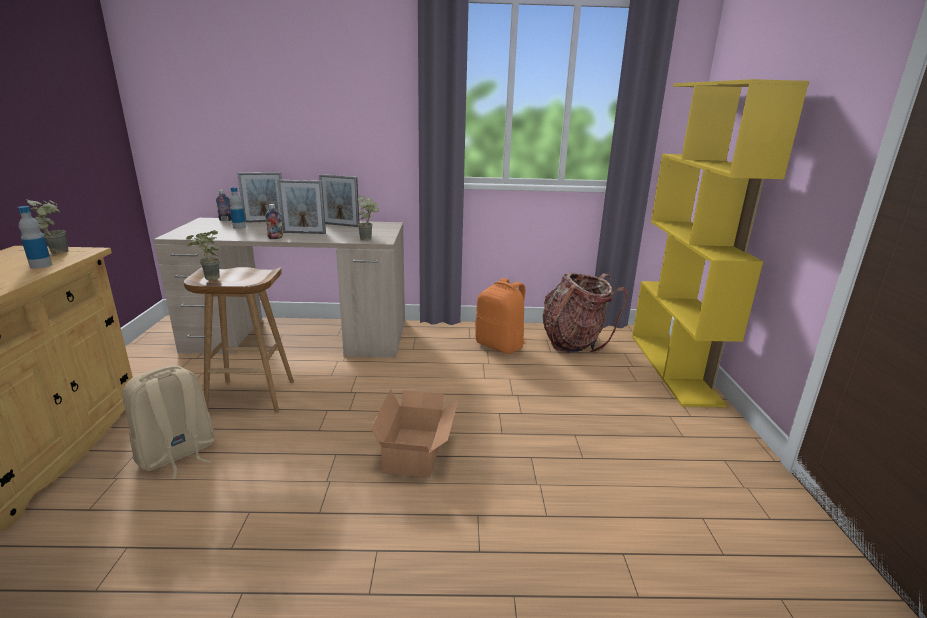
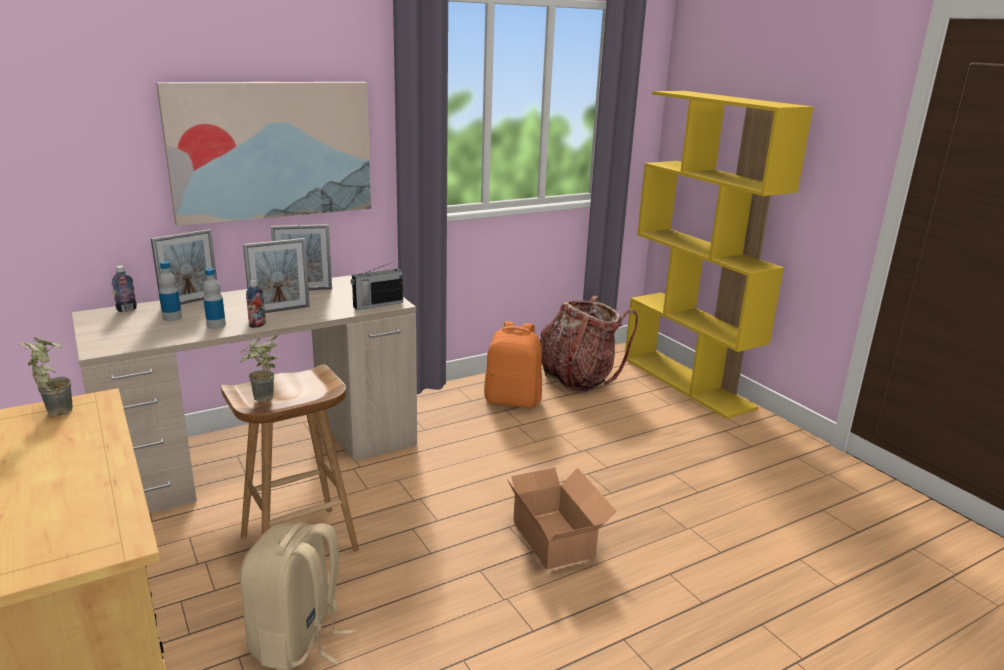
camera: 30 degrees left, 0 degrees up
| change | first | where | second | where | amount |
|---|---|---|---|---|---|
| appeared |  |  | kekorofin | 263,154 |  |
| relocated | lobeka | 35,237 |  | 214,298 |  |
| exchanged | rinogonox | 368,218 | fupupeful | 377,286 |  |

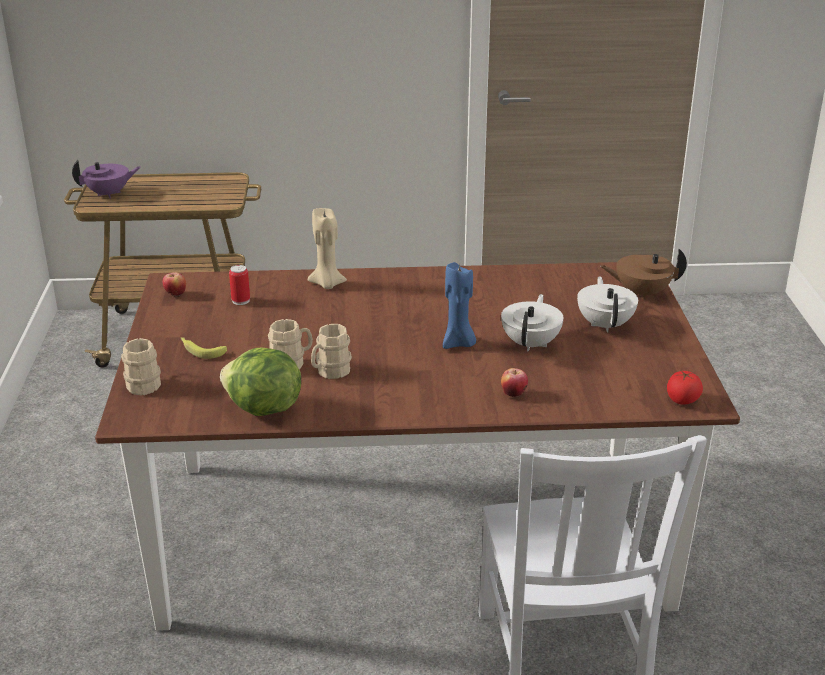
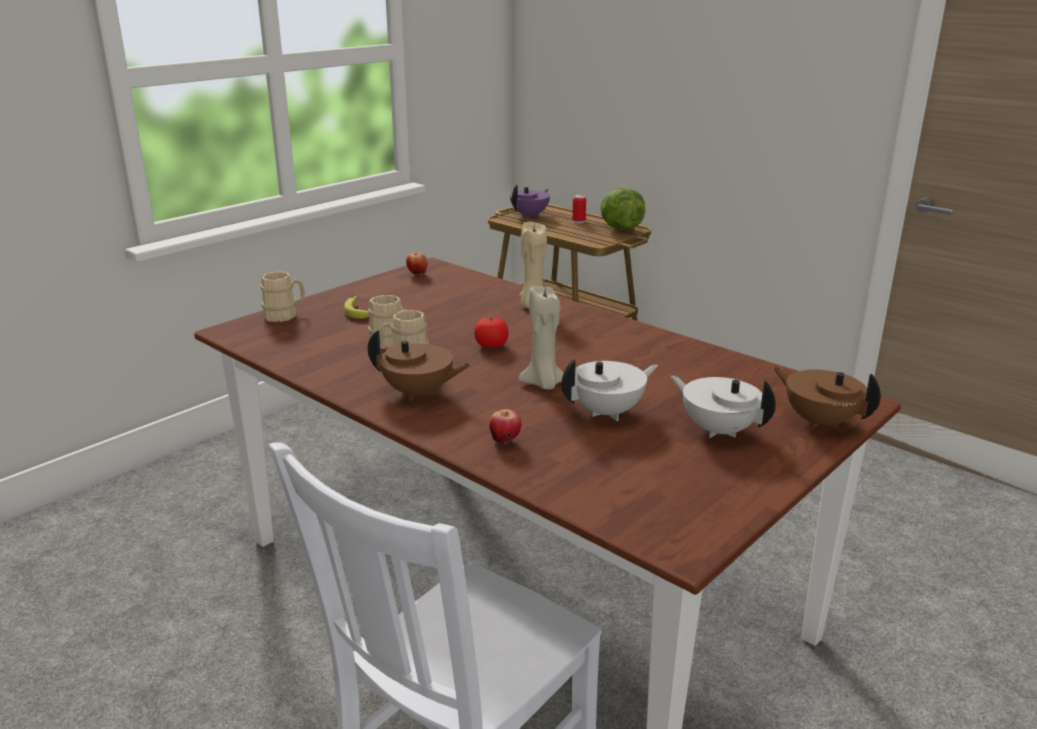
camera: 45 degrees right, 5 degrees down
| change | first | where | second | where | amount |
|---|---|---|---|---|---|
| appeared |  |  | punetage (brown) | 419,366 |  |
| relocated | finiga | 685,387 |  | 491,332 |  |
| spun | punetage (purple) | 106,179 |  | 530,201 | 75 degrees counterclockwise |
| colour | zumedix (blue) | 459,305 | zumedix (beige) | 541,338 |  |
| relocated | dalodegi | 239,285 |  | 579,209 |  |
| relocated | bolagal | 260,381 |  | 622,208 |  |
| spun | punetage (white) | 607,304 |  | 723,406 | 90 degrees counterclockwise |

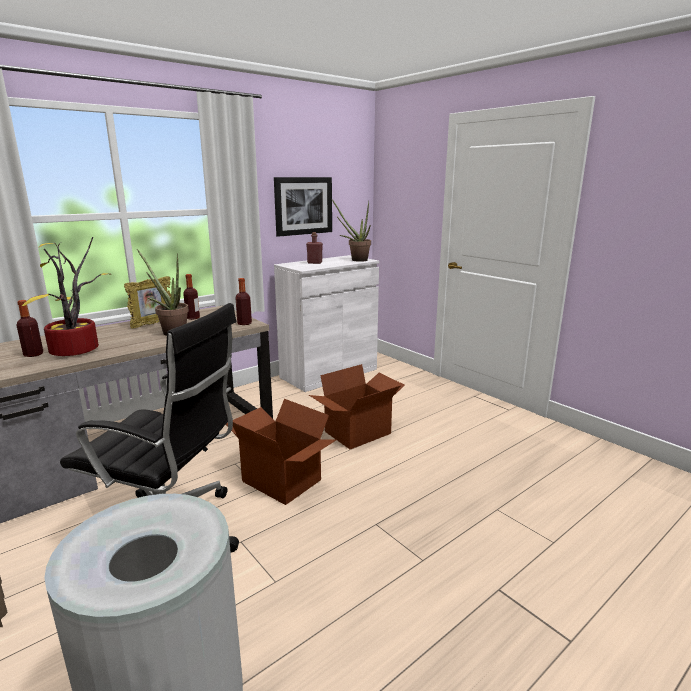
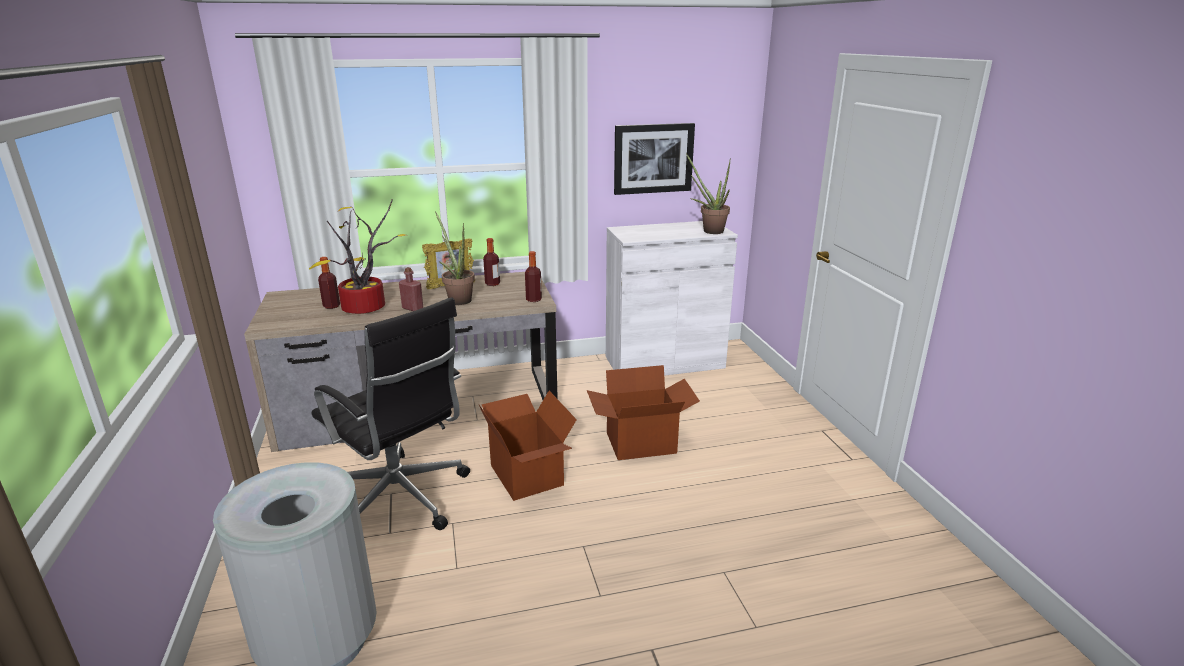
camera: 25 degrees right, 5 degrees up
| change | first | where | second | where | amount |
|---|---|---|---|---|---|
| relocated | lobeka (red) | 314,248 |  | 411,289 |  |

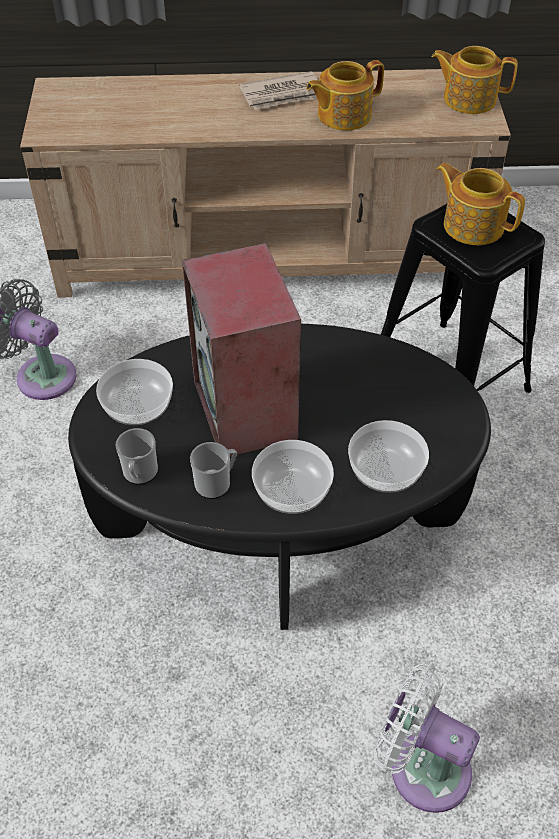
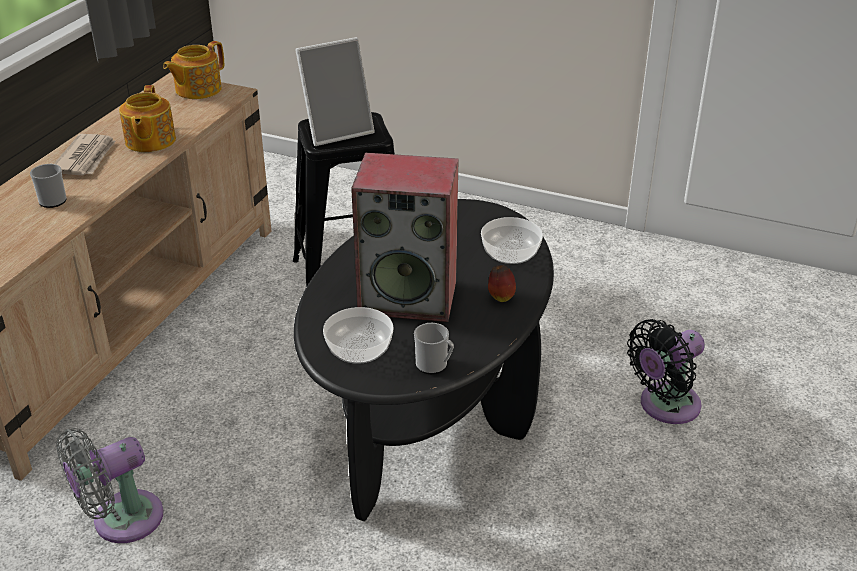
camera: 65 degrees left, 15 degrees down
| change | first | where | second | where | amount |
|---|---|---|---|---|---|
| relocated | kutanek | 213,470 |  | 48,186 |  |
| exchanged | punetage | 480,204 | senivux | 335,91 |  |
| exchanged | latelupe | 293,477 | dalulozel | 502,283 |  |
| colour | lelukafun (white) | 427,738 | lelukafun (black) | 666,371 |  |

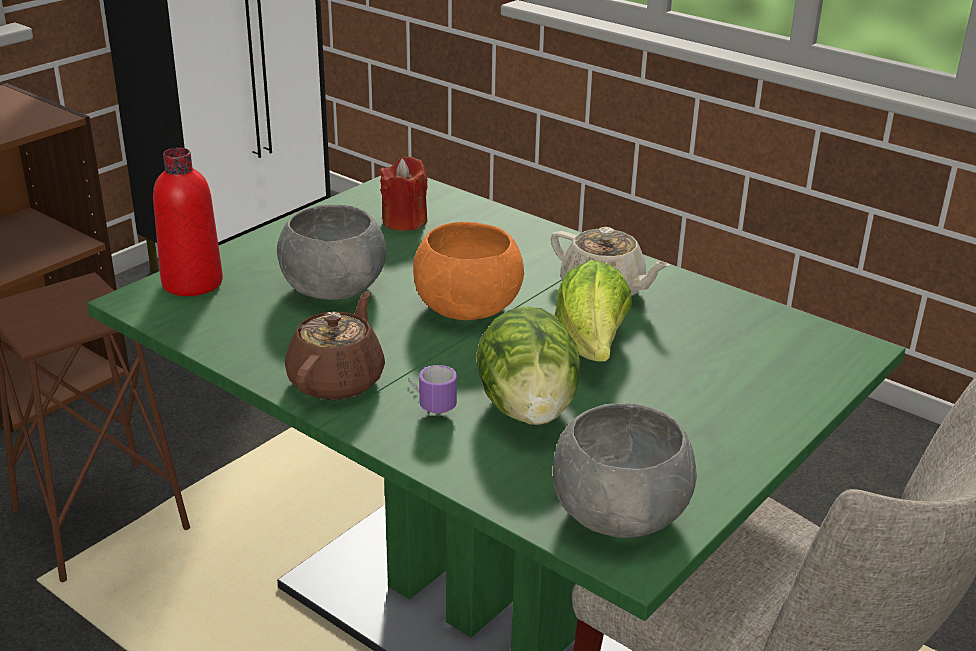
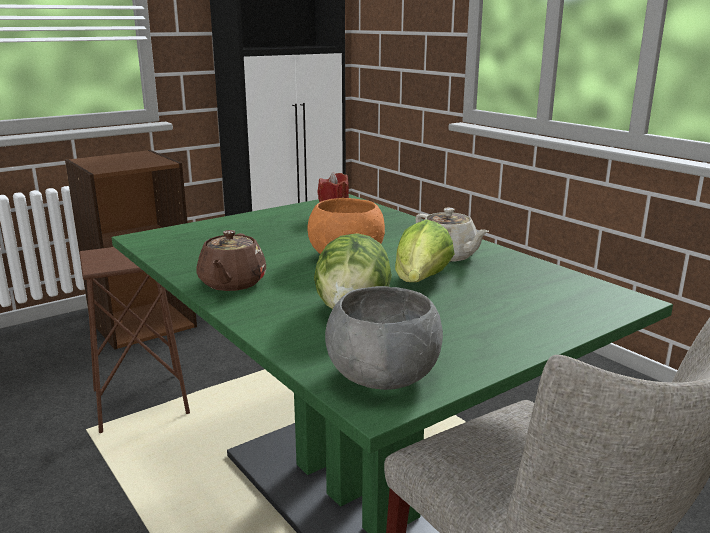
camera: 15 degrees right, 10 degrees down
| change | first | where | second | where | amount |
|---|---|---|---|---|---|
| spun | punetage (brown) | 335,345 |  | 231,260 | 150 degrees clockwise |
| missing | lobeka (red) | 188,222 |  |  |  |
| missing | latelupe (grey) | 331,252 |  |  |  |
| missing | kutanek | 432,389 |  |  |  |

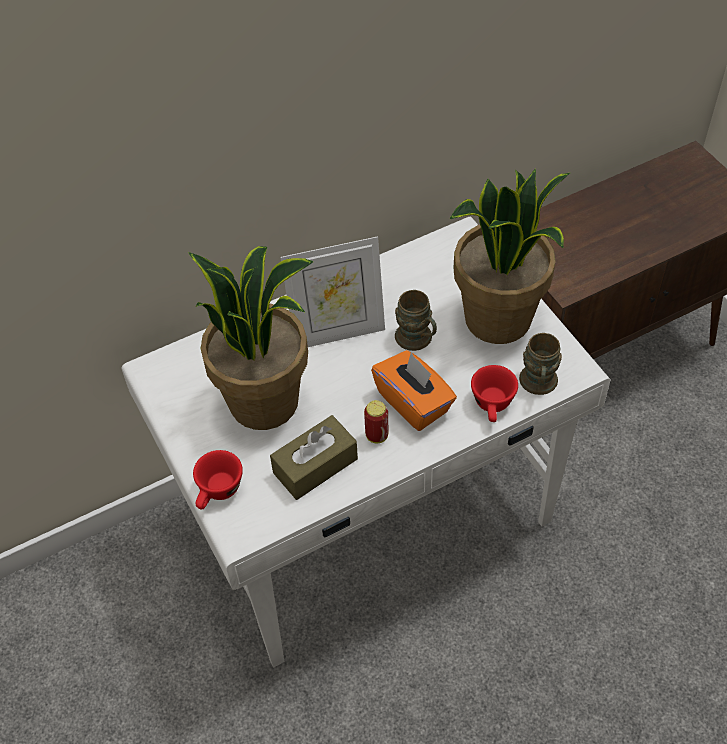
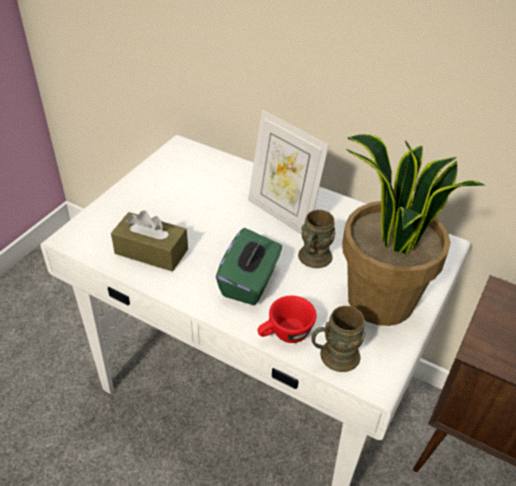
camera: 55 degrees right, 10 degrees down
| change | first | where | second | where | amount |
|---|---|---|---|---|---|
| colour | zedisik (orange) | 414,390 | zedisik (green) | 249,266 |  |
| missing | rinogonox | 250,338 |  |  |  |
| missing | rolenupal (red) | 218,480 |  |  |  |
| missing | dalodegi | 376,421 |  |  |  |

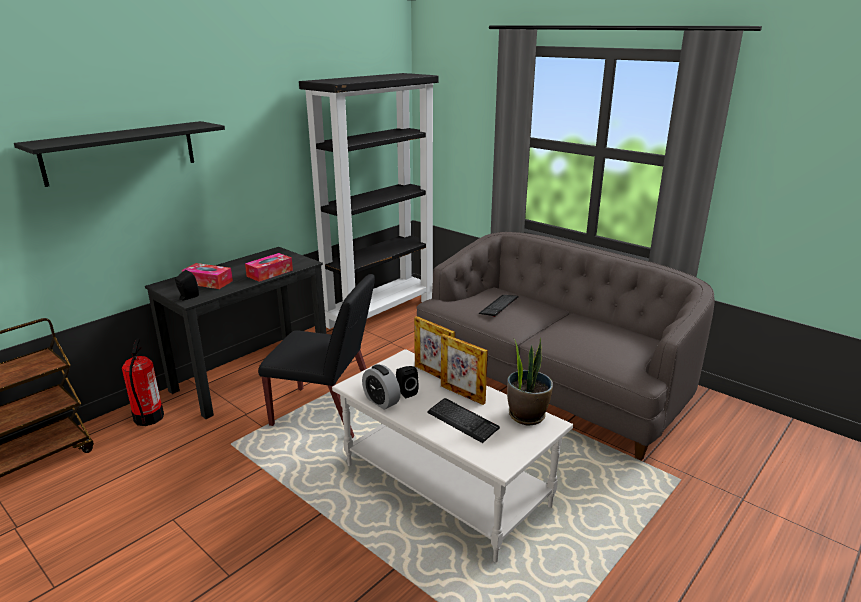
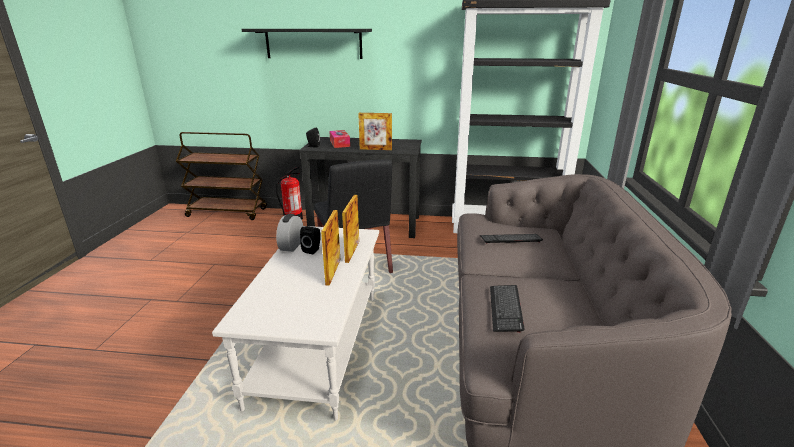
camera: 55 degrees right, 0 degrees up
| change | first | where | second | where | amount |
|---|---|---|---|---|---|
| exchanged | zedisik | 269,267 | senivux | 375,131 |  |
| relocated | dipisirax | 463,420 |  | 507,308 |  |
| missing | rinogonox | 530,381 |  |  |  |

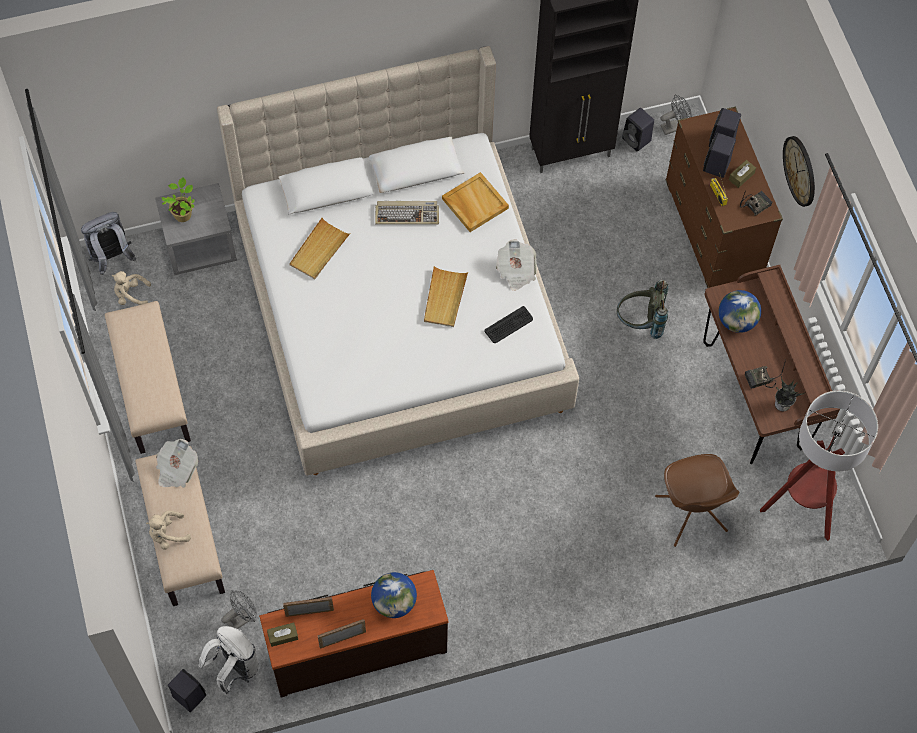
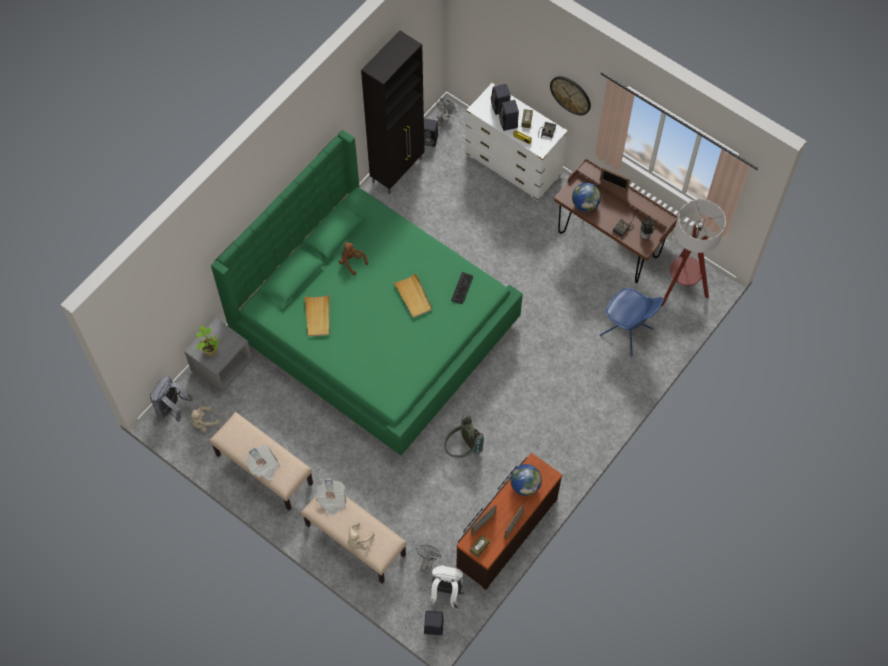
camera: 35 degrees left, 0 degrees up
| change | first | where | second | where | amount |
|---|---|---|---|---|---|
| colour | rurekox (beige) | 398,261 | rurekox (green) | 367,292 |  |
| relocated | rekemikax | 516,265 |  | 263,463 |  |
| exchanged | dipisirax | 407,213 | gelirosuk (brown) | 353,258 |  |
| relocated | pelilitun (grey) | 642,309 |  | 464,436 |  |
| colour | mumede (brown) | 724,197 | mumede (white) | 516,142 |  |
| appeared |  |  | senivux | 615,179 |  |
| colour | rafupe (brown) | 697,500 | rafupe (blue) | 632,322 |  |
| missing | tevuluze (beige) | 475,202 |  |  |  |

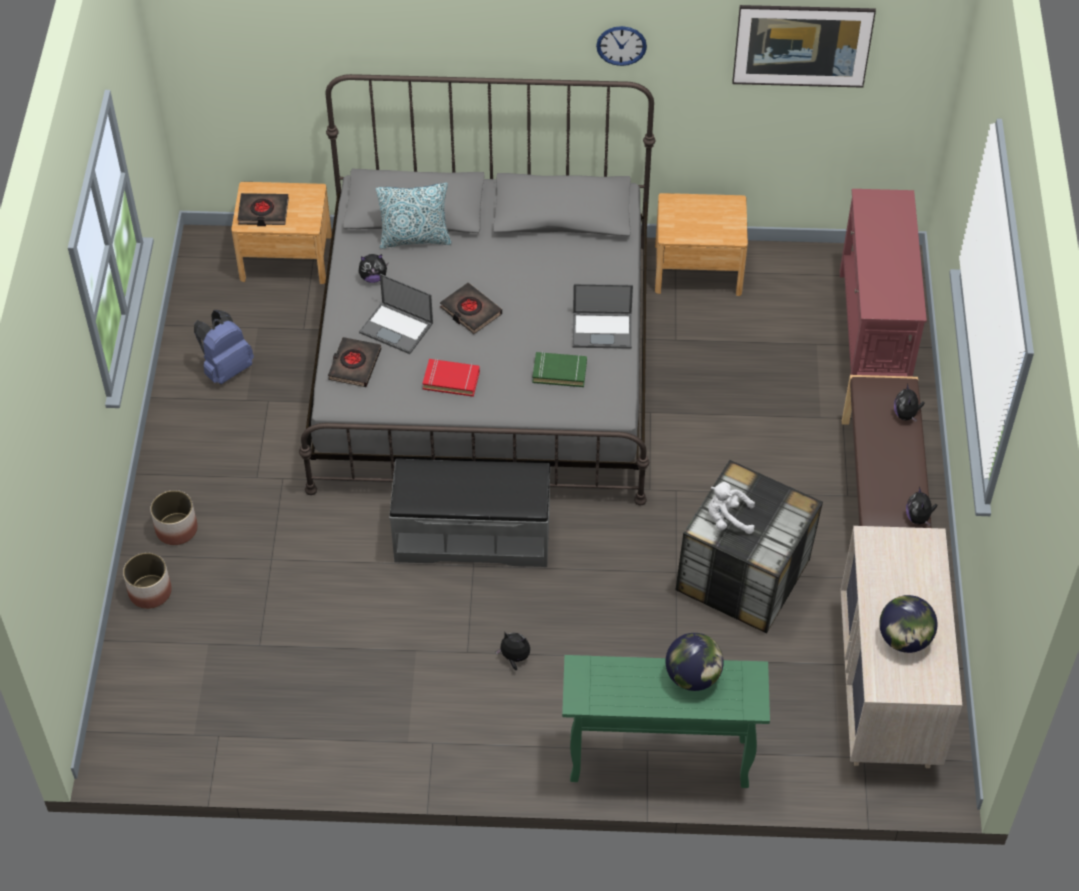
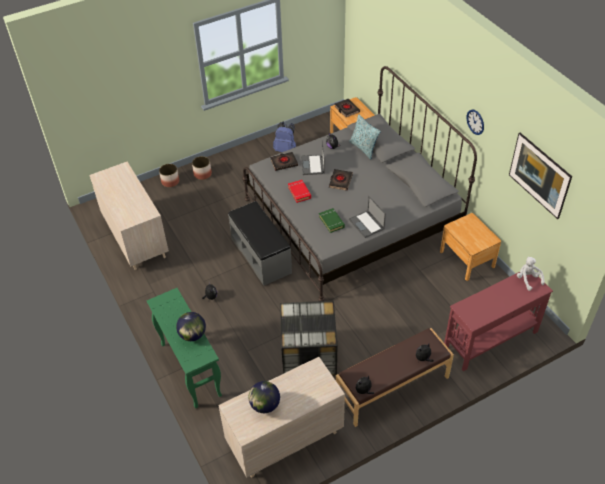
camera: 60 degrees right, 5 degrees down
| change | first | where | second | where | amount |
|---|---|---|---|---|---|
| appeared |  |  | mumede (beige) | 129,216 |  |
| relocated | gelirosuk (white) | 731,508 |  | 531,274 |  |

